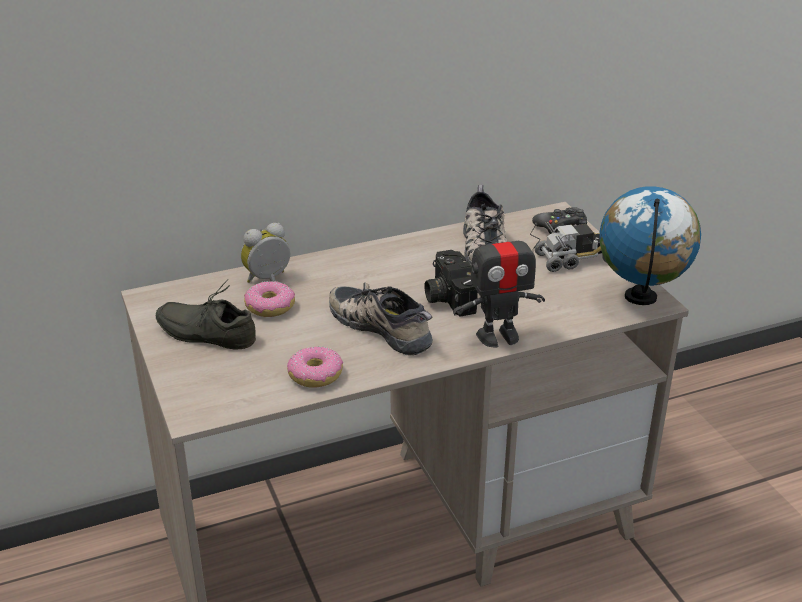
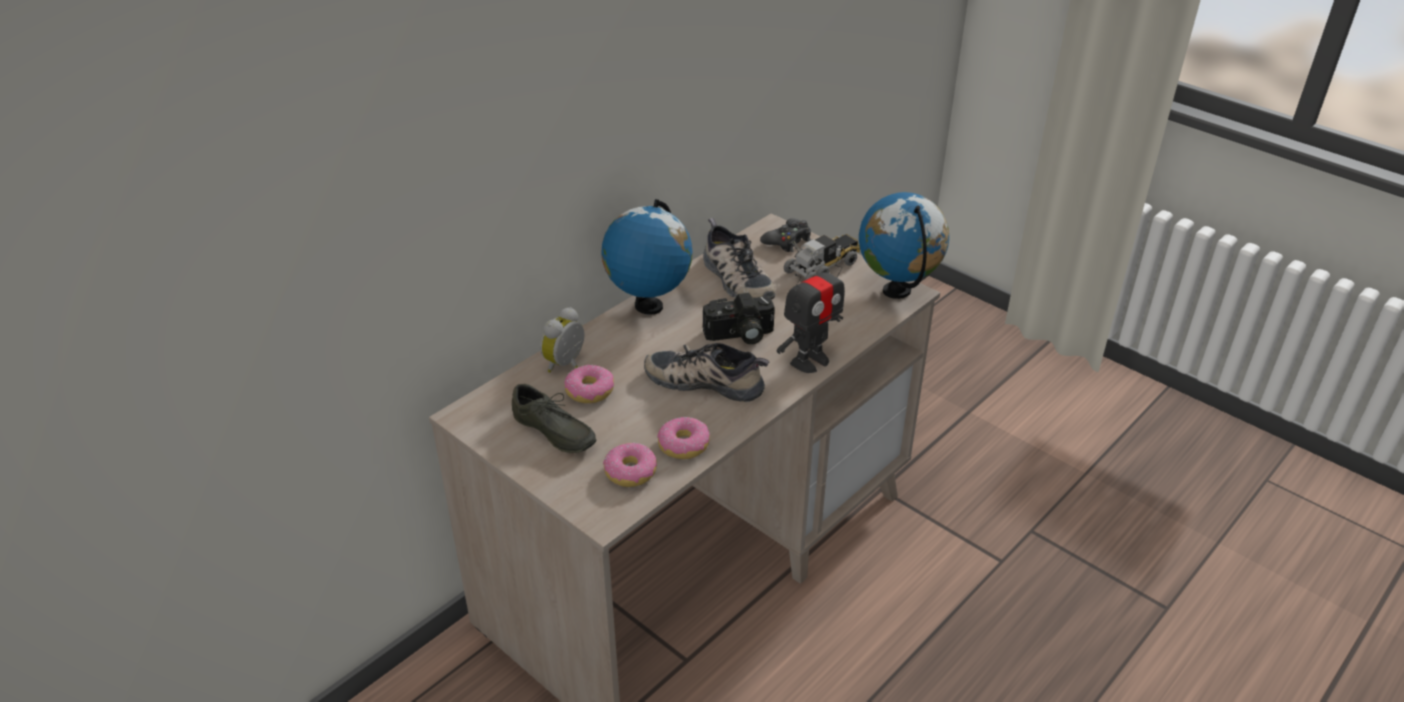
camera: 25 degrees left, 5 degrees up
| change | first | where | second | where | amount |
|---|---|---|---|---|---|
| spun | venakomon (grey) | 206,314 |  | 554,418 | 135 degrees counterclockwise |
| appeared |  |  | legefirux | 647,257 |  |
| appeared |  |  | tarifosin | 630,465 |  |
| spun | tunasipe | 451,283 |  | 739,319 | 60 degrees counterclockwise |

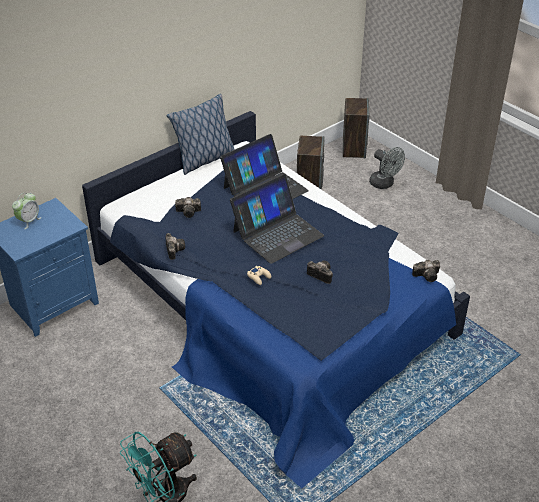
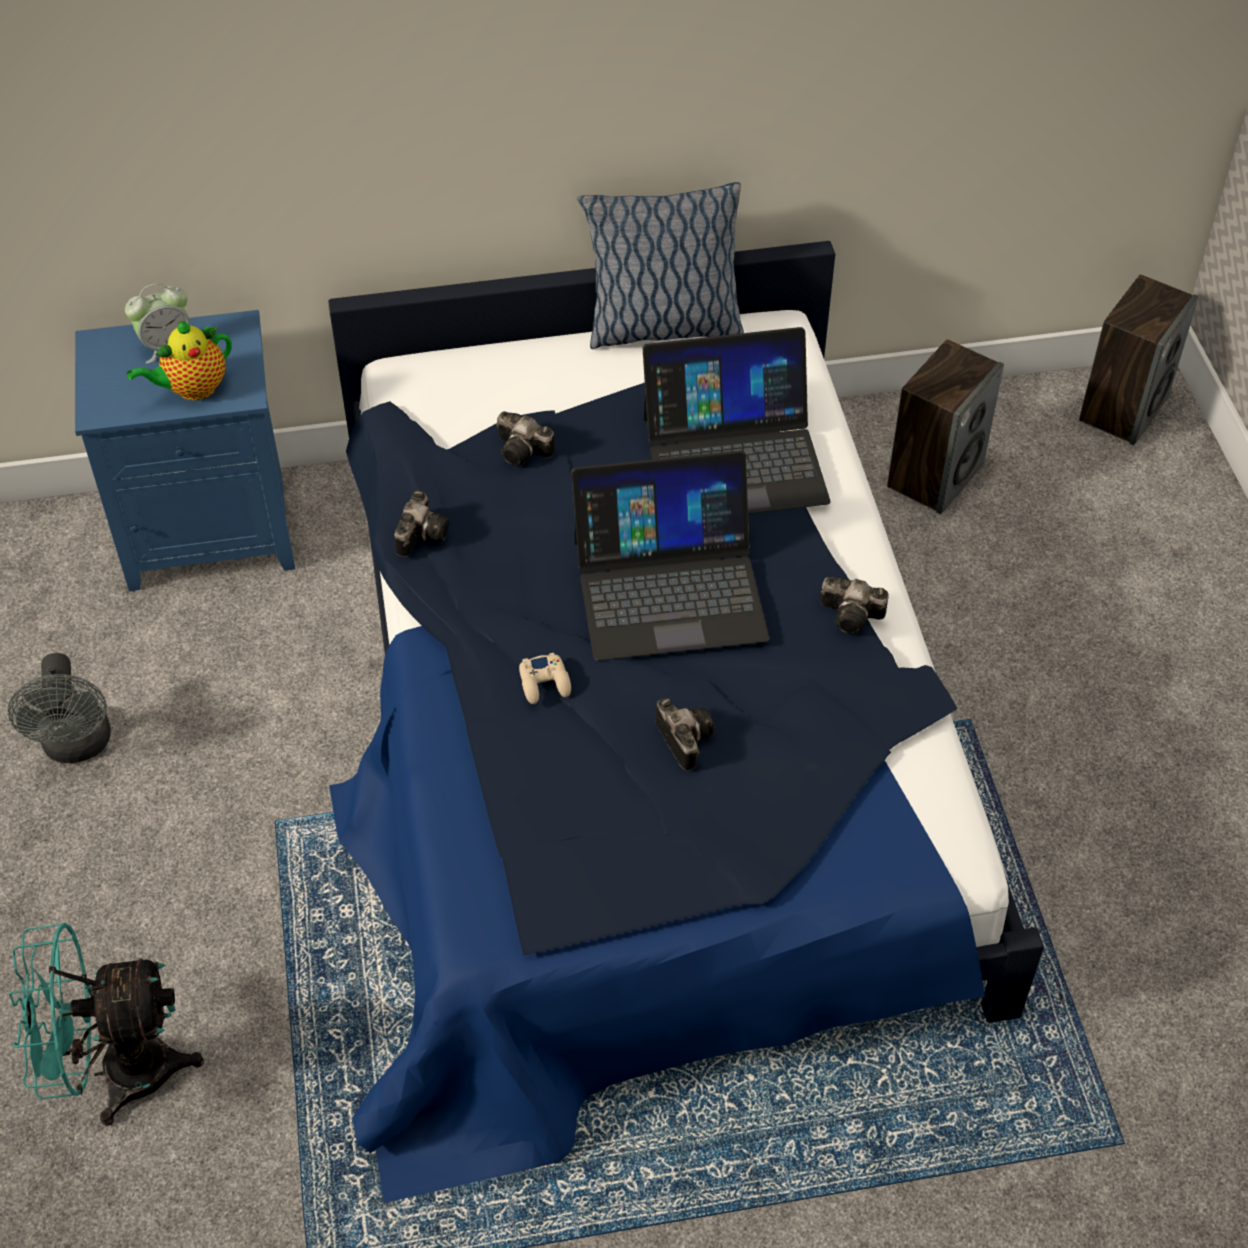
camera: 30 degrees right, 10 degrees up
| change | first | where | second | where | amount |
|---|---|---|---|---|---|
| relocated | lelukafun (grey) | 387,168 |  | 59,708 |  |
| appeared |  |  | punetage | 179,360 |  |
| relocated | tunasipe | 426,271 |  | 855,605 |  |

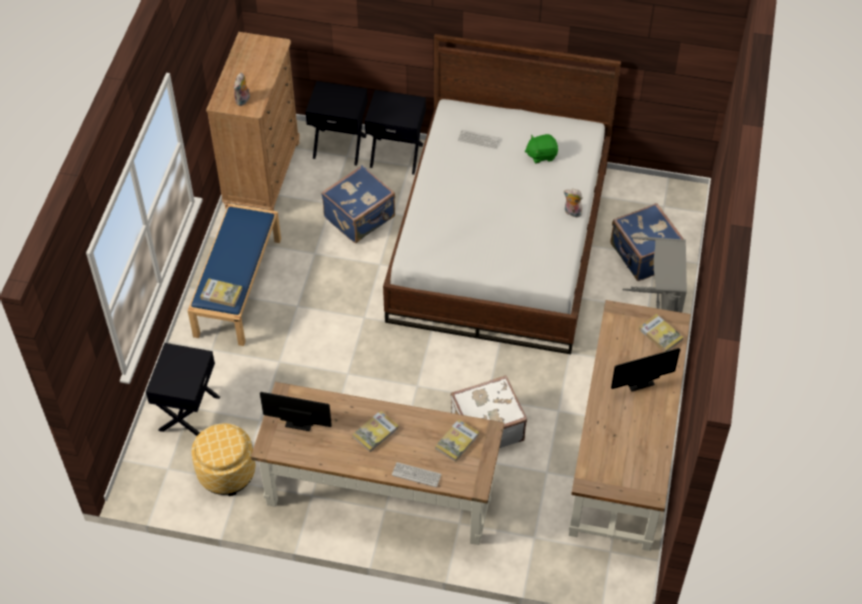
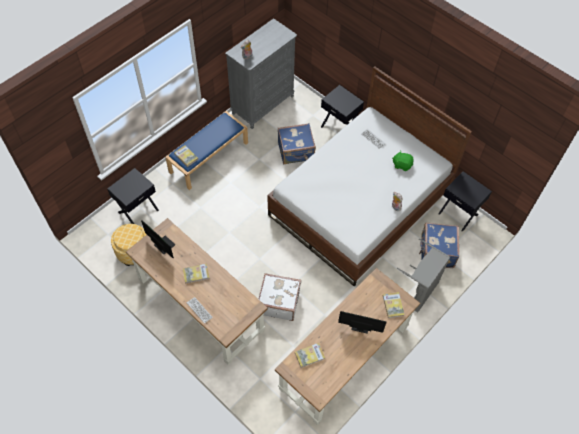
camera: 30 degrees right, 5 degrees up
| change | first | where | second | where | amount |
|---|---|---|---|---|---|
| colour | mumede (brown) | 253,121 | mumede (grey) | 261,73 |  |
| relocated | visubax | 457,440 |  | 310,355 |  |
| relocated | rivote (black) | 336,123 |  | 465,201 |  |

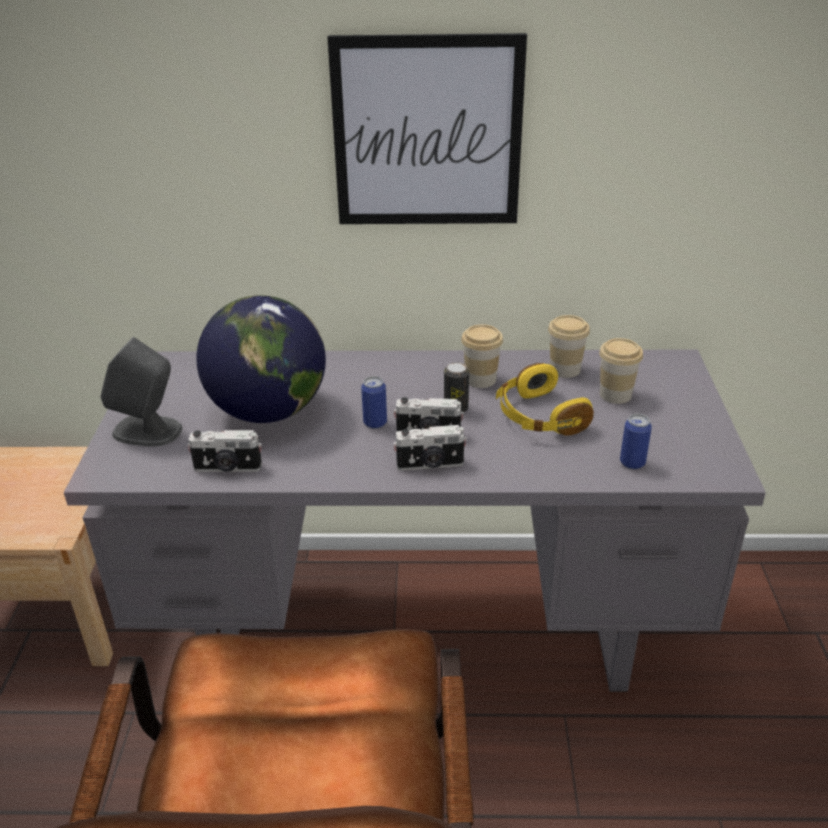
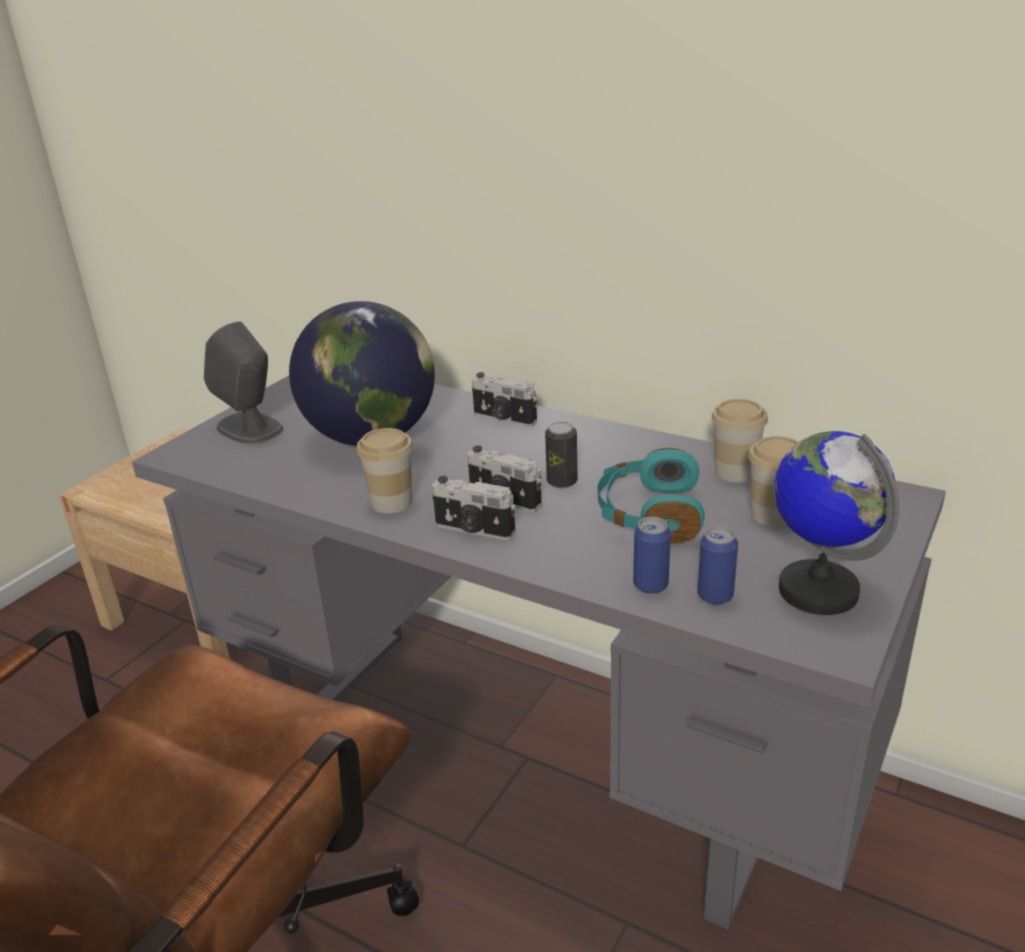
camera: 30 degrees right, 5 degrees down
| change | first | where | second | where | amount |
|---|---|---|---|---|---|
| relocated | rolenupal | 482,356 |  | 385,470 |  |
| relocated | tunasipe | 225,451 |  | 504,399 |  |
| colour | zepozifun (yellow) | 545,399 | zepozifun (turquoise) | 651,496 |  |
| relocated | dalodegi | 374,402 |  | 652,555 |  |
| appeared |  |  | legefirux | 836,523 |  |
| missing | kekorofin | 427,128 |  |  |  |

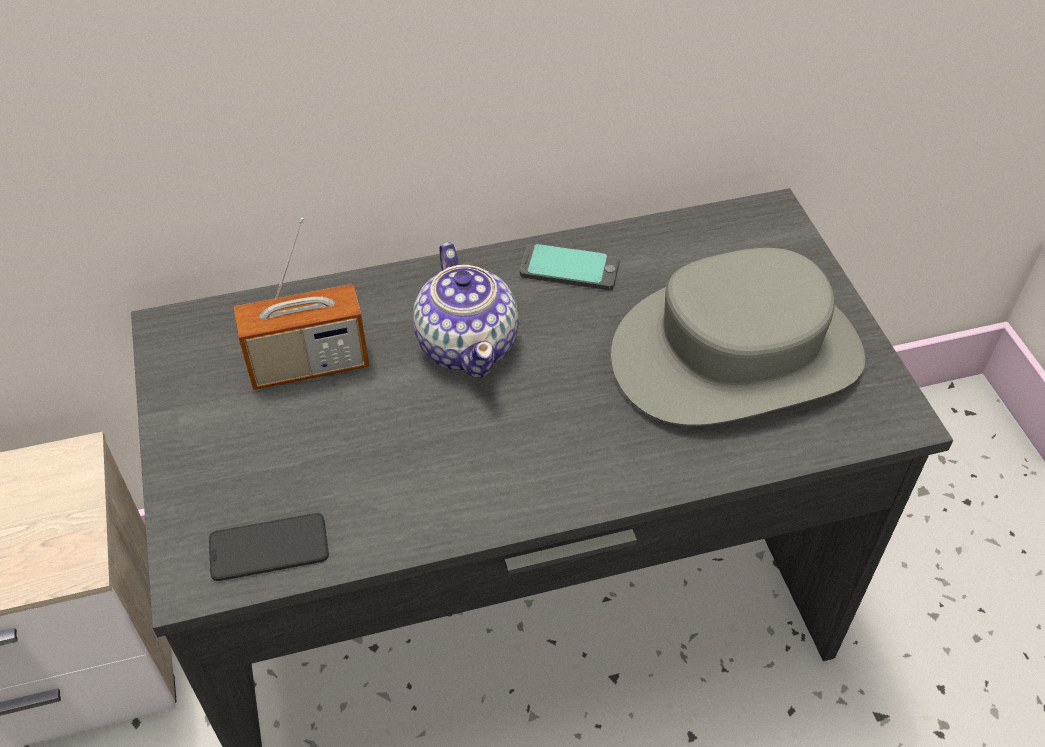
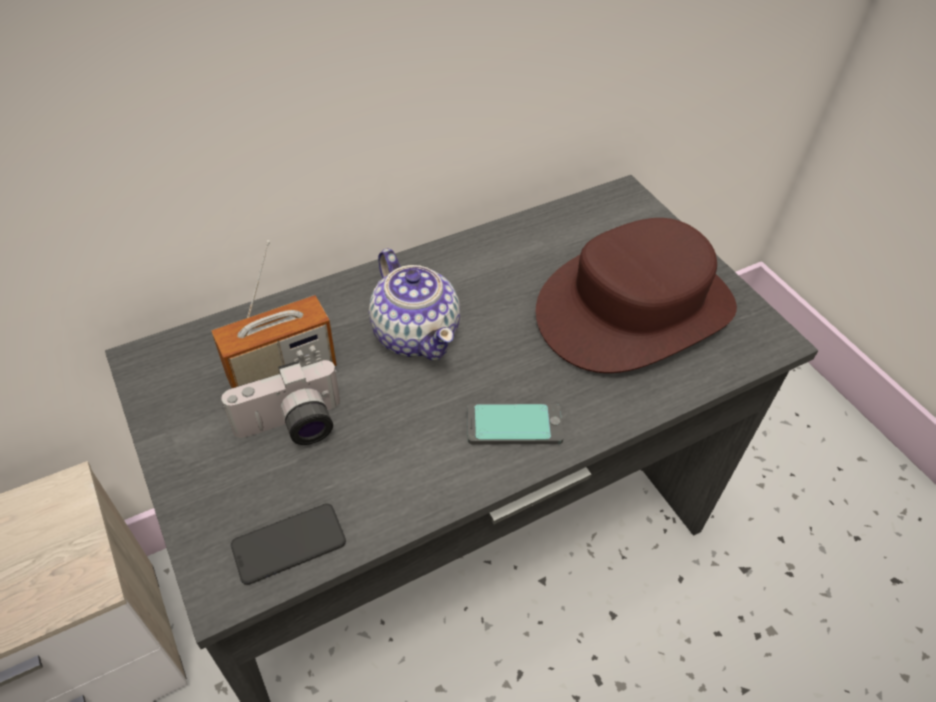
camera: 15 degrees left, 0 degrees up
| change | first | where | second | where | amount |
|---|---|---|---|---|---|
| appeared |  |  | tunasipe | 280,402 |  |
| relocated | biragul | 570,266 |  | 515,424 |  |
| colour | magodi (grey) | 738,337 | magodi (brown) | 636,295 |  |

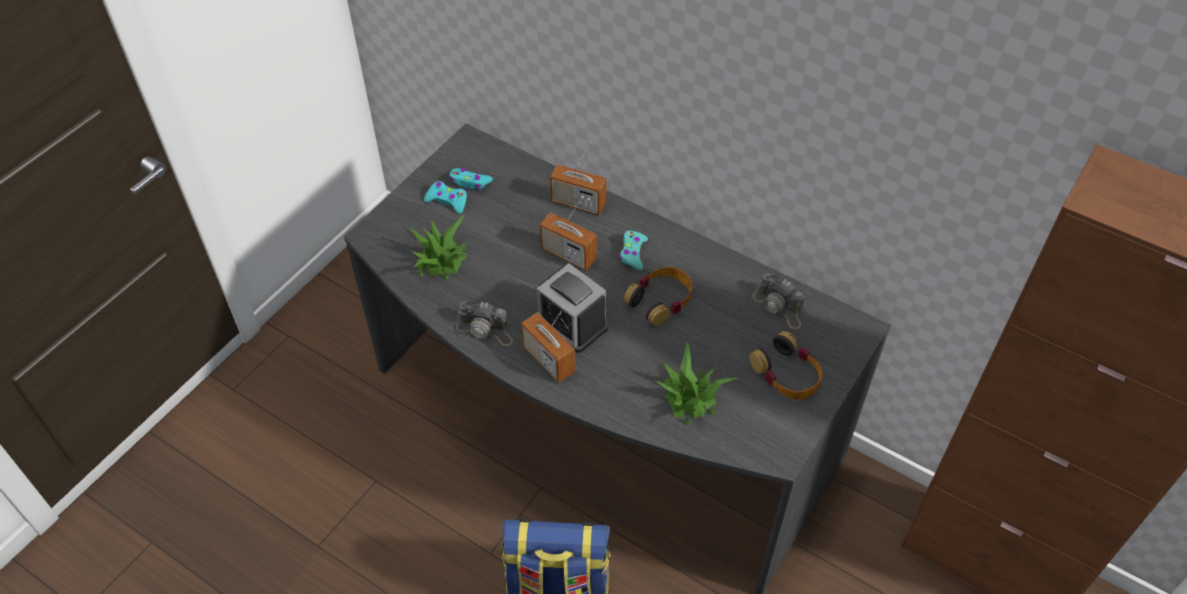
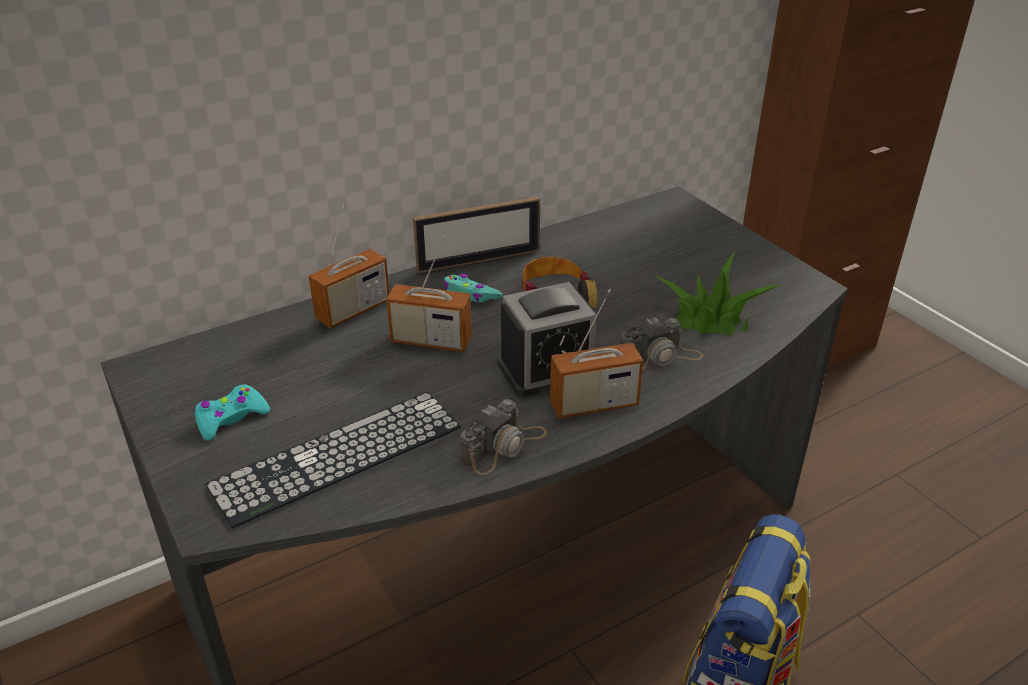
camera: 65 degrees left, 15 degrees down
| change | first | where | second | where | amount |
|---|---|---|---|---|---|
| exchanged | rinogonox | 439,247 | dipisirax | 333,460 |  |
| spun | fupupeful | 568,233 |  | 429,294 | 45 degrees clockwise |
| appeared |  |  | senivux | 476,235 |  |
| relocated | tunasipe | 779,301 |  | 661,344 |  |
| missing | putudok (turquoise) | 471,178 |  |  |  |
| missing | zepozifun | 786,365 |  |  |  |

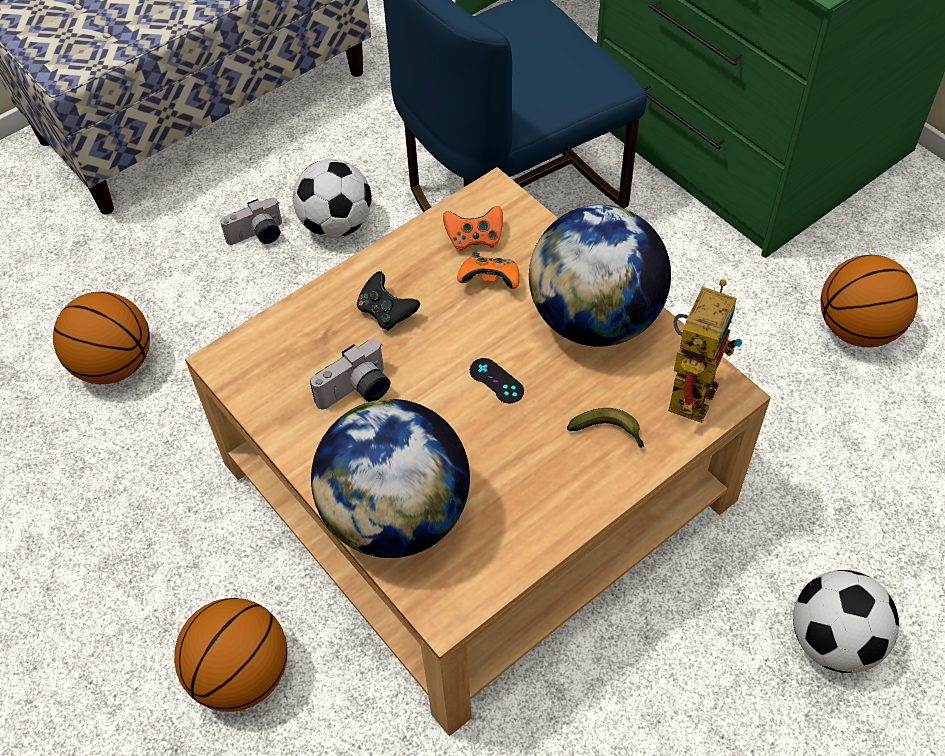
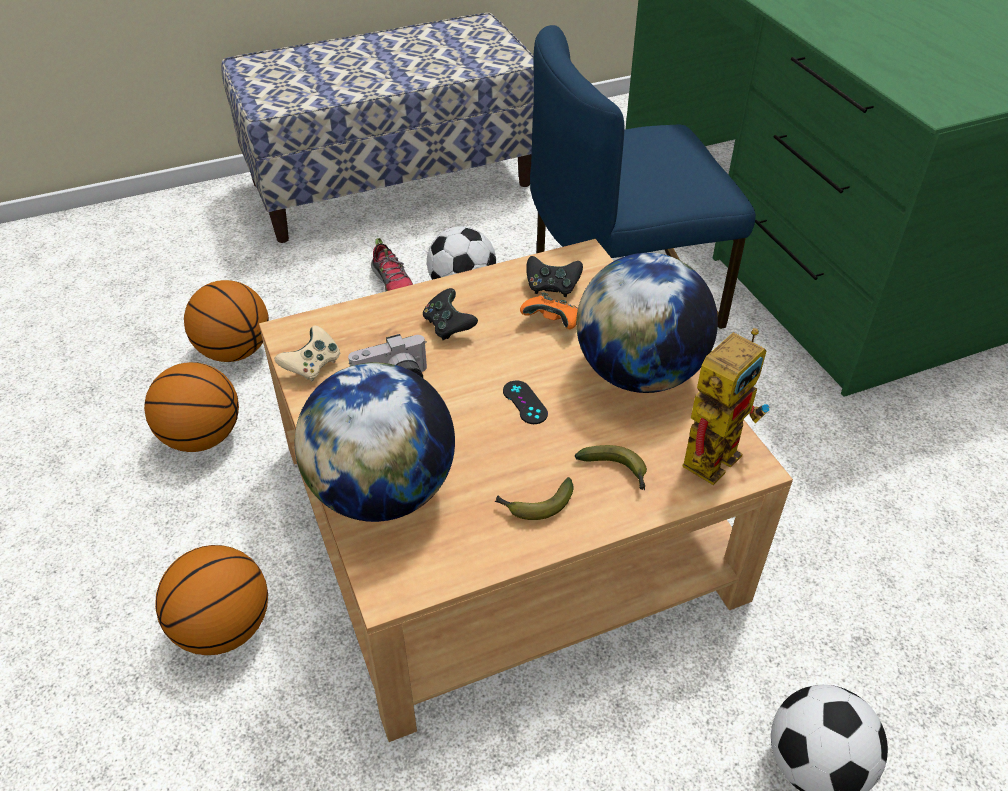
camera: 15 degrees right, 10 degrees down
| change | first | where | second | where | amount |
|---|---|---|---|---|---|
| relocated | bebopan | 869,301 |  | 191,407 |  |
| appeared |  |  | putudok (beige) | 307,354 |  |
| exchanged | tunasipe | 251,221 | venakomon | 392,265 |  |
| appeared |  |  | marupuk | 534,498 |  |
| colour | putudok (orange) | 473,228 | putudok (black) | 554,276 |  |

